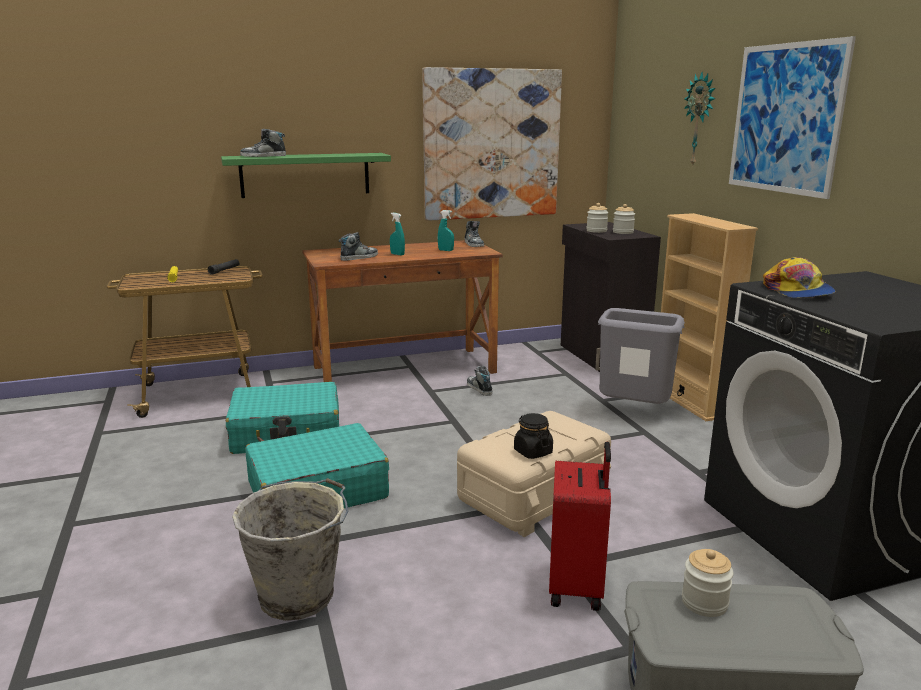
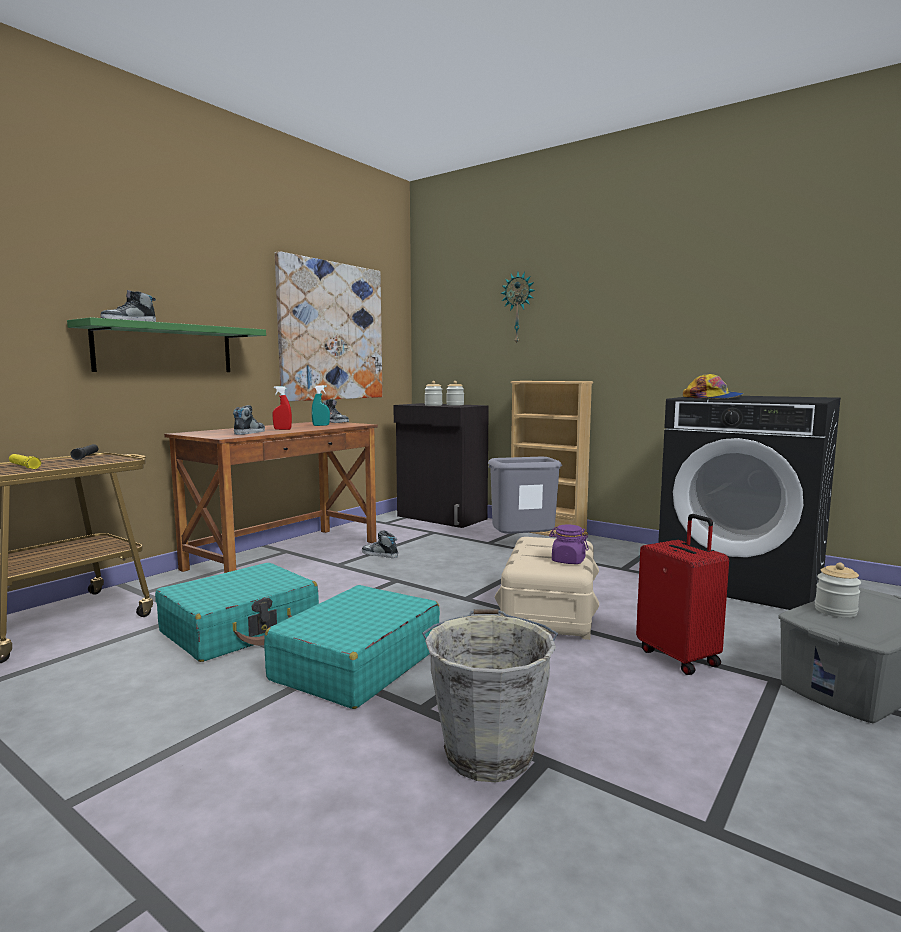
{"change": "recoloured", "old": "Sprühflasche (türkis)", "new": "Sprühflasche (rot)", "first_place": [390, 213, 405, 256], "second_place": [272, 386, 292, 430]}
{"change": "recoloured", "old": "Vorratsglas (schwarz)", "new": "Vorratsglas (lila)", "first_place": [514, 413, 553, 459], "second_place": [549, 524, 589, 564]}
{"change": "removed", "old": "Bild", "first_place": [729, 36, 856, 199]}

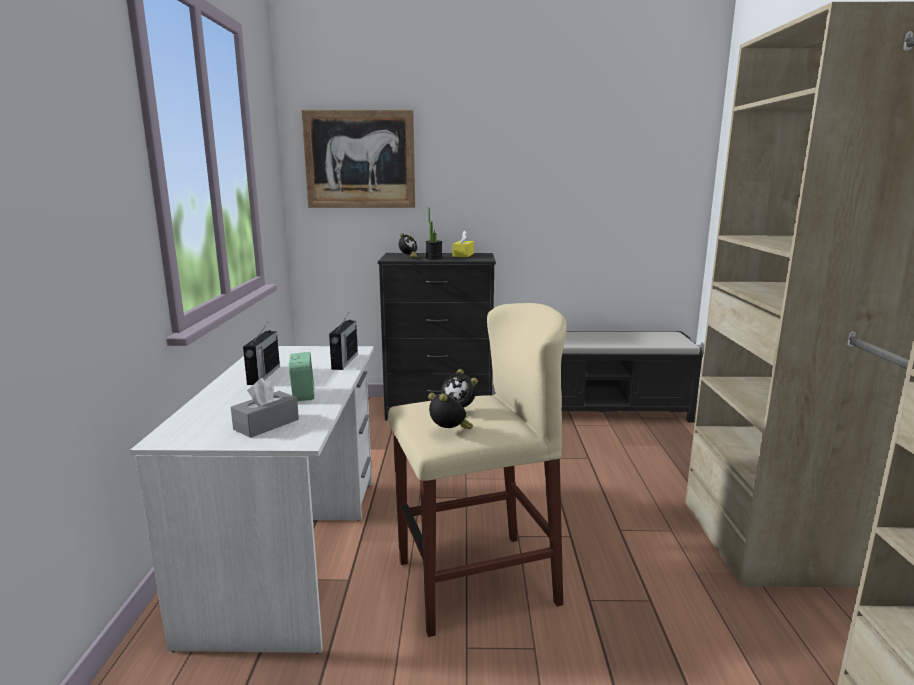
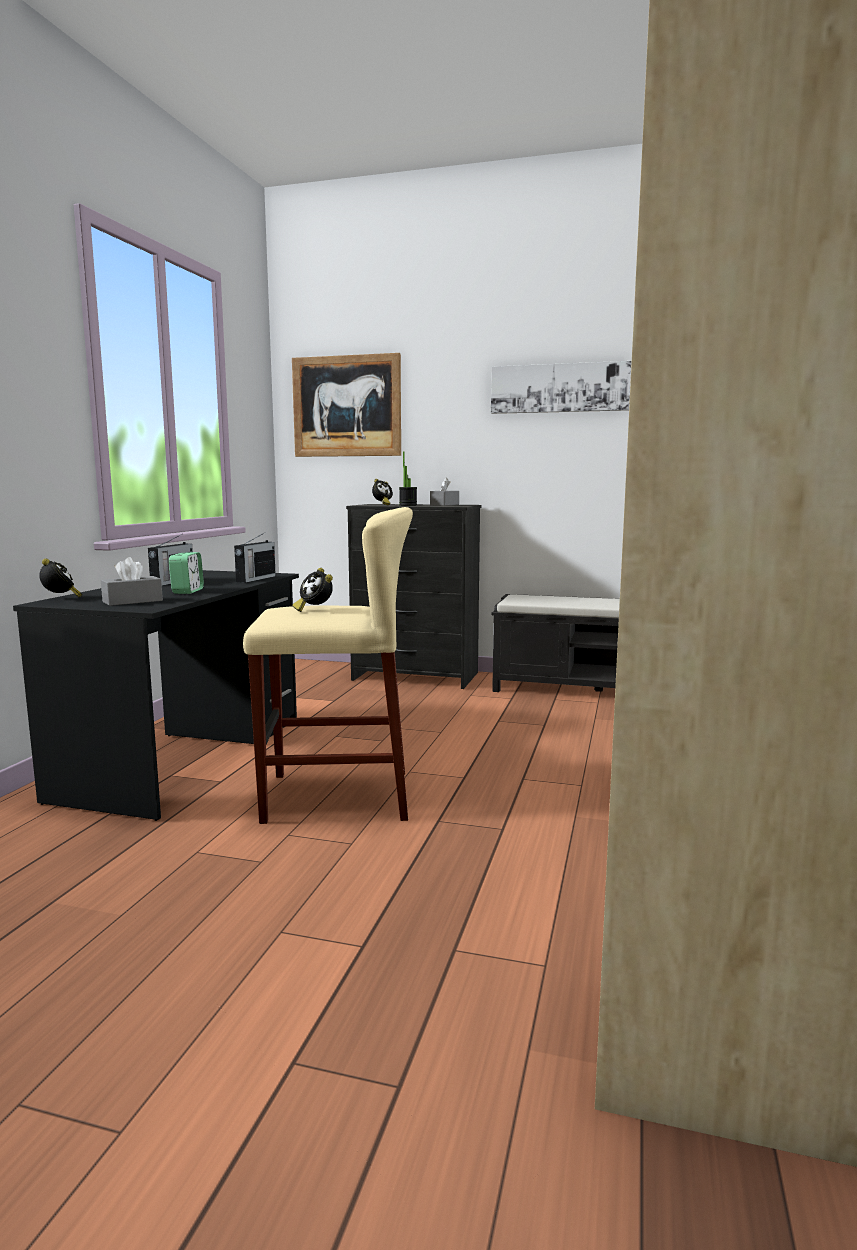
{"change": "recoloured", "old": "Schreibtisch (weiß)", "new": "Schreibtisch (schwarz)", "first_place": [130, 346, 374, 654], "second_place": [13, 570, 299, 821]}
{"change": "moved", "old": "Wecker", "first_place": [428, 393, 473, 429], "second_place": [39, 559, 82, 597]}
{"change": "recoloured", "old": "Taschentuchbox (gelb)", "new": "Taschentuchbox (grau)", "first_place": [453, 230, 474, 257], "second_place": [430, 477, 459, 506]}
{"change": "added", "new": "Bild", "second_place": [491, 361, 631, 414]}

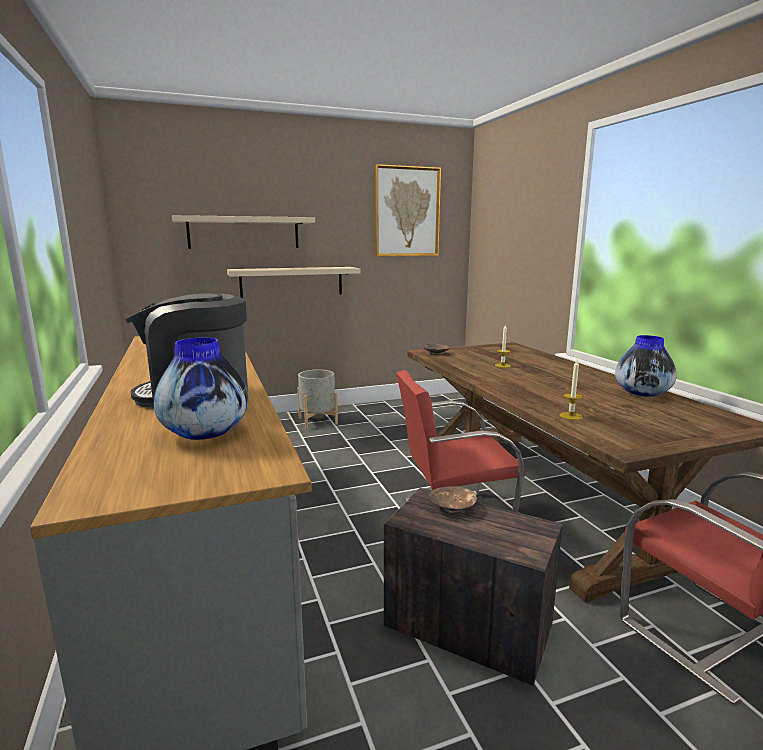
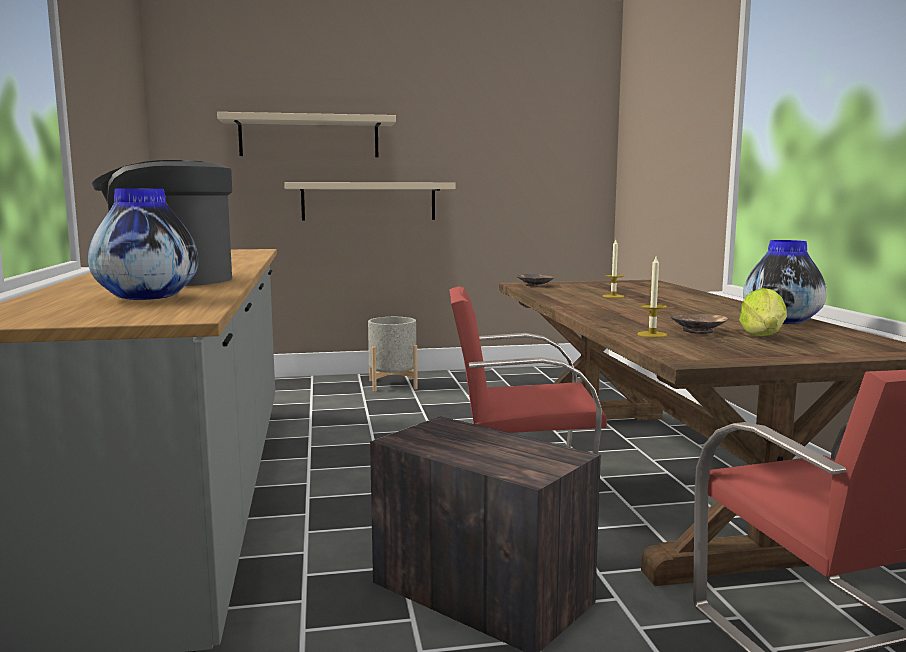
{"change": "removed", "old": "Bild", "first_place": [375, 164, 441, 256]}
{"change": "moved", "old": "Schüssel (braun)", "first_place": [429, 486, 477, 514], "second_place": [670, 314, 729, 334]}
{"change": "added", "new": "Salatkopf", "second_place": [739, 288, 787, 336]}

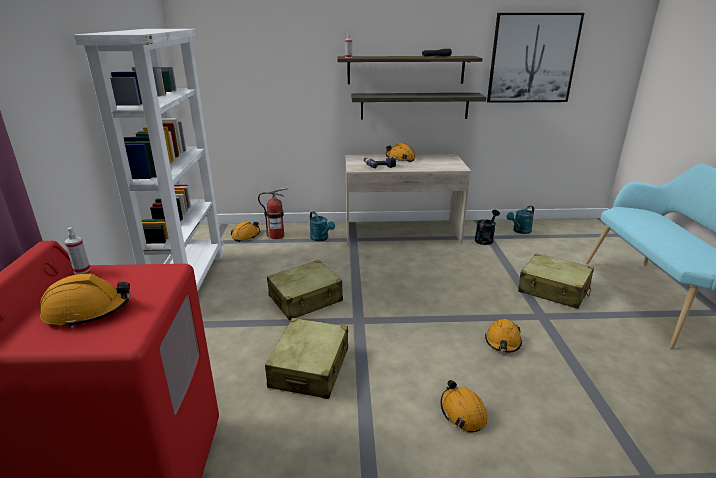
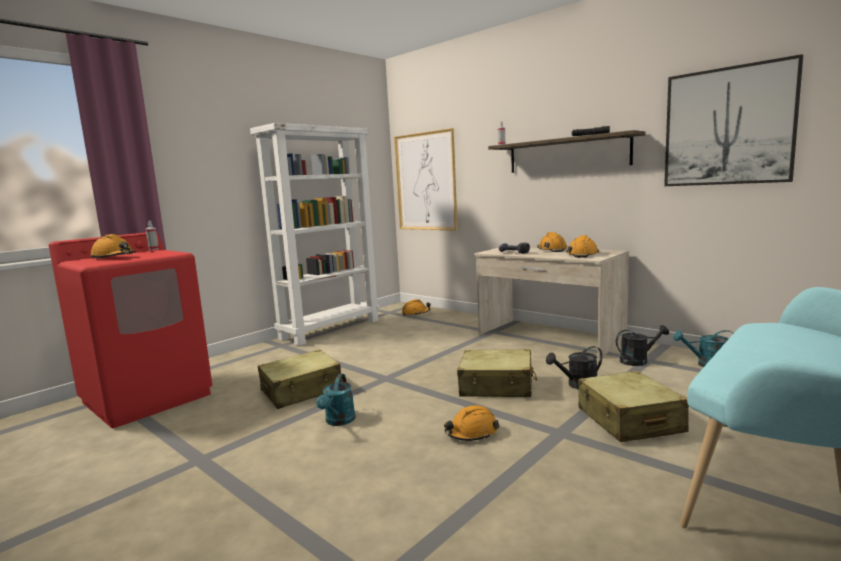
{"change": "removed", "old": "Feuerlöscher", "first_place": [258, 187, 288, 239]}
{"change": "moved", "old": "Koffer (beige)", "first_place": [267, 260, 343, 320], "second_place": [457, 349, 537, 397]}
{"change": "moved", "old": "Gießkanne (türkis)", "first_place": [310, 211, 335, 241], "second_place": [316, 374, 356, 426]}
{"change": "removed", "old": "Wandregal", "first_place": [351, 93, 487, 119]}
{"change": "moved", "old": "Schutzhelm (orange)", "first_place": [441, 380, 488, 433], "second_place": [567, 235, 599, 257]}
{"change": "added", "new": "Bild", "second_place": [394, 128, 458, 231]}
{"change": "added", "new": "Gießkanne (schwarz)", "second_place": [546, 346, 603, 389]}

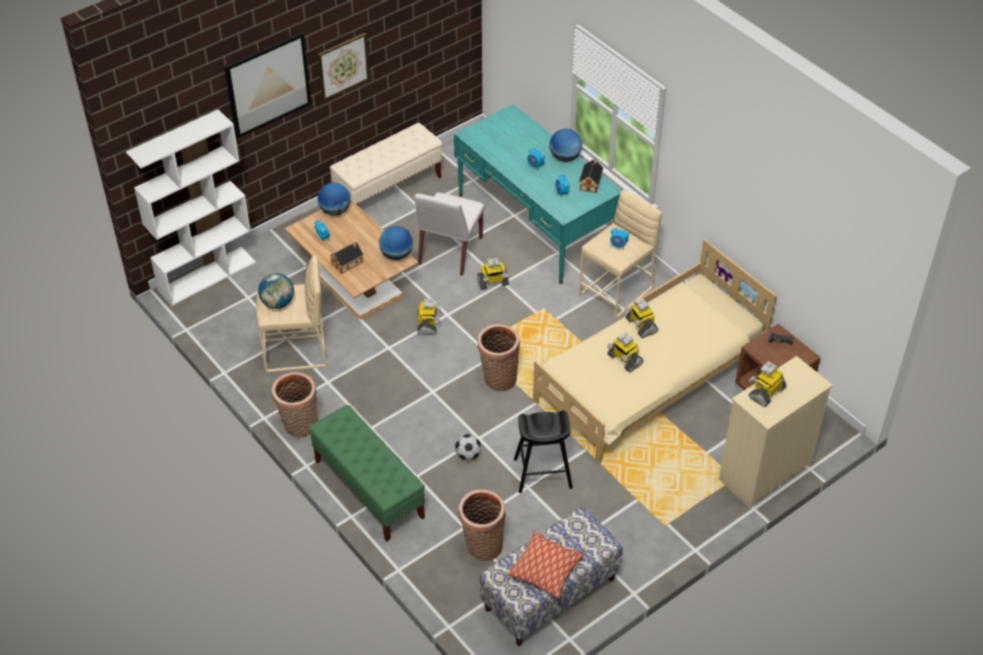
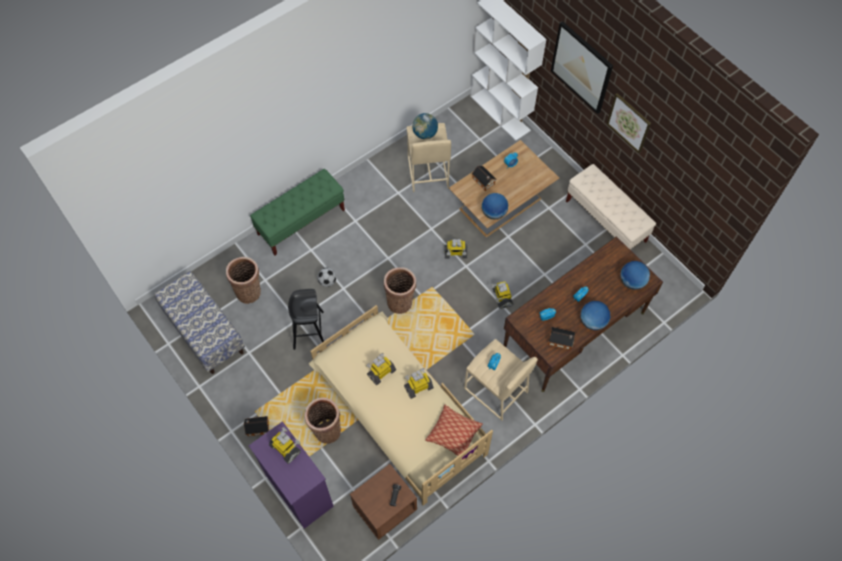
{"change": "moved", "old": "Korb", "first_place": [272, 372, 318, 438], "second_place": [305, 397, 341, 444]}
{"change": "moved", "old": "Globus", "first_place": [317, 182, 351, 216], "second_place": [620, 261, 650, 290]}
{"change": "removed", "old": "Stuhl (weiß)", "first_place": [415, 192, 485, 276]}
{"change": "recoloured", "old": "Schreibtisch (türkis)", "new": "Schreibtisch (braun)", "first_place": [454, 104, 622, 284], "second_place": [504, 236, 663, 392]}
{"change": "moved", "old": "Kissen", "first_place": [507, 531, 584, 599], "second_place": [425, 405, 483, 460]}
{"change": "recoloured", "old": "Kommode (beige)", "new": "Kommode (lila)", "first_place": [719, 356, 833, 508], "second_place": [249, 421, 334, 529]}
{"change": "added", "new": "Spielzeughaus", "second_place": [244, 416, 269, 436]}

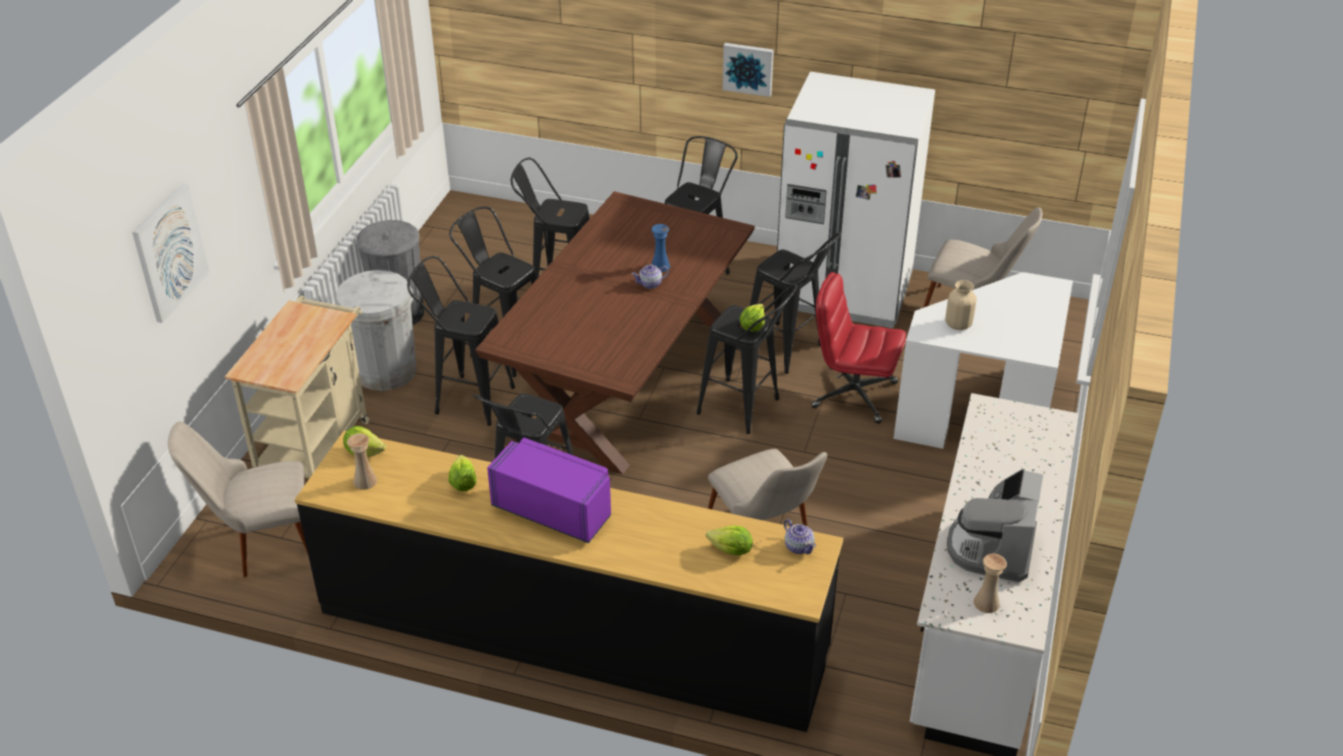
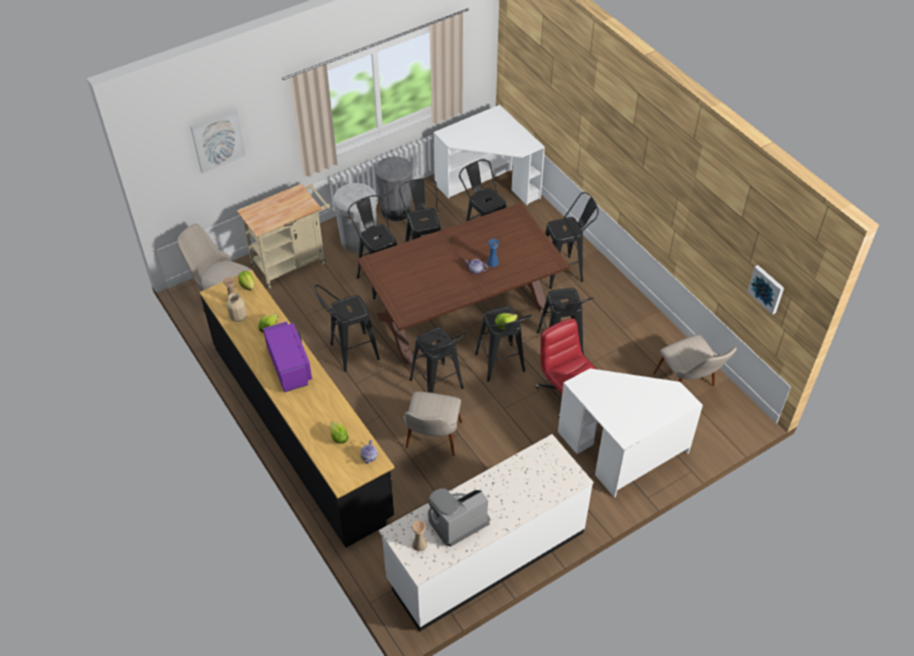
{"change": "moved", "old": "Bild", "first_place": [723, 43, 774, 97], "second_place": [747, 265, 784, 315]}
{"change": "removed", "old": "Kühlschrank (weiß)", "first_place": [777, 72, 935, 328]}
{"change": "moved", "old": "Vase (beige)", "first_place": [945, 280, 977, 330], "second_place": [227, 293, 247, 322]}
{"change": "added", "new": "Hocker (schwarz)", "second_place": [410, 327, 468, 393]}
{"change": "added", "new": "Schreibtisch (weiß)", "second_place": [434, 105, 545, 205]}

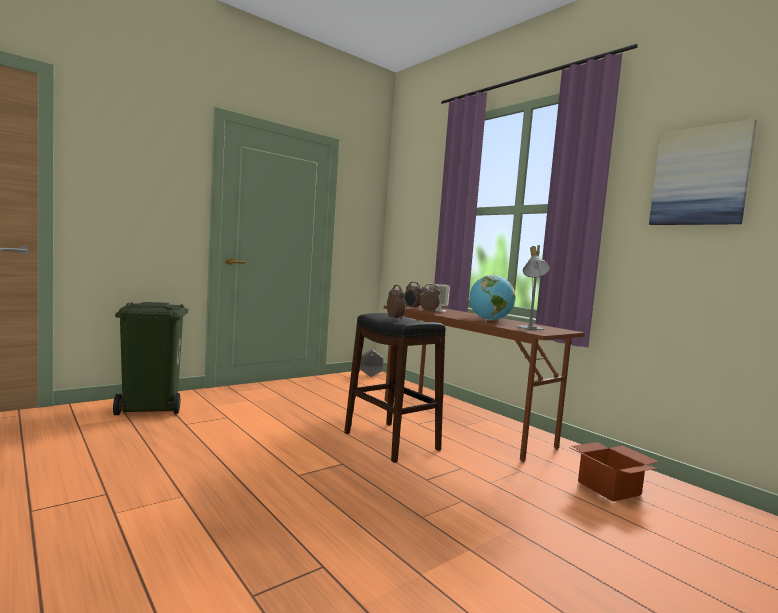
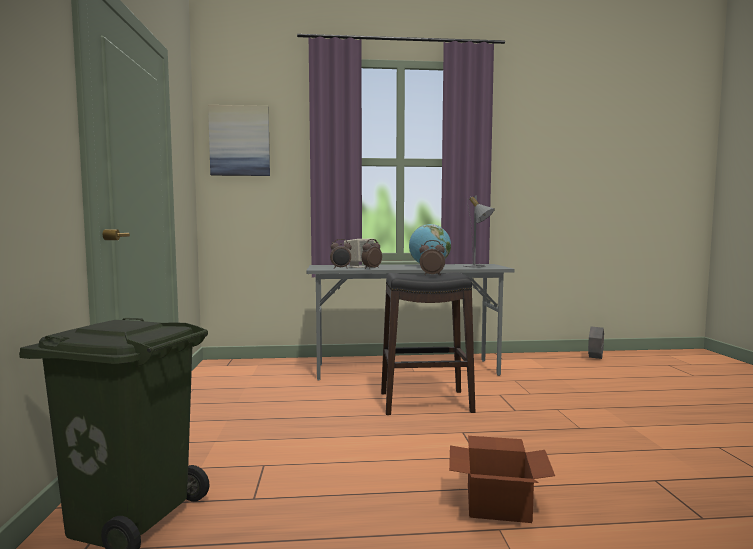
{"change": "moved", "old": "Pflanzkübel (grau)", "first_place": [360, 349, 383, 377], "second_place": [588, 327, 604, 359]}
{"change": "recoloured", "old": "Schreibtisch (braun)", "new": "Schreibtisch (grau)", "first_place": [384, 305, 585, 462], "second_place": [307, 264, 515, 380]}
{"change": "moved", "old": "Karton", "first_place": [571, 442, 659, 502], "second_place": [449, 436, 555, 523]}
{"change": "moved", "old": "Bild", "first_place": [649, 119, 757, 225], "second_place": [208, 105, 270, 176]}

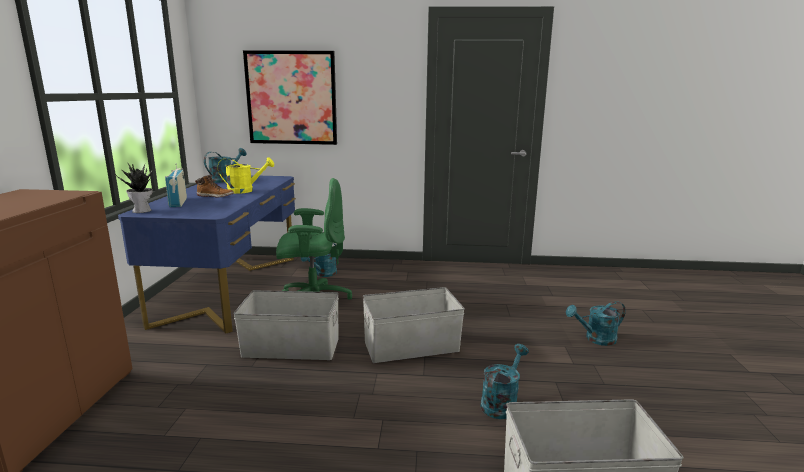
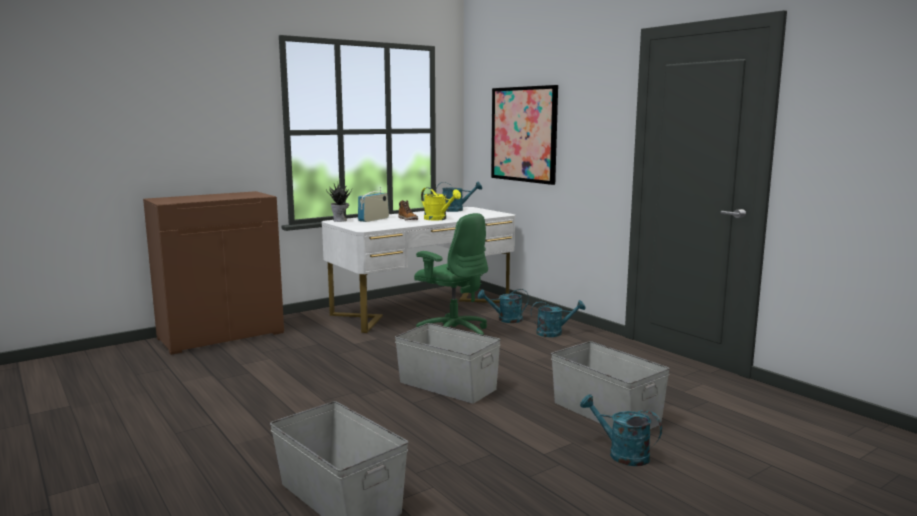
{"change": "recoloured", "old": "Schreibtisch (blau)", "new": "Schreibtisch (weiß)", "first_place": [118, 175, 296, 334], "second_place": [322, 207, 515, 333]}
{"change": "moved", "old": "Aufbewahrungsbox (grau)", "first_place": [233, 290, 339, 360], "second_place": [551, 341, 670, 429]}
{"change": "moved", "old": "Gießkanne (türkis)", "first_place": [480, 344, 529, 419], "second_place": [531, 300, 585, 337]}

